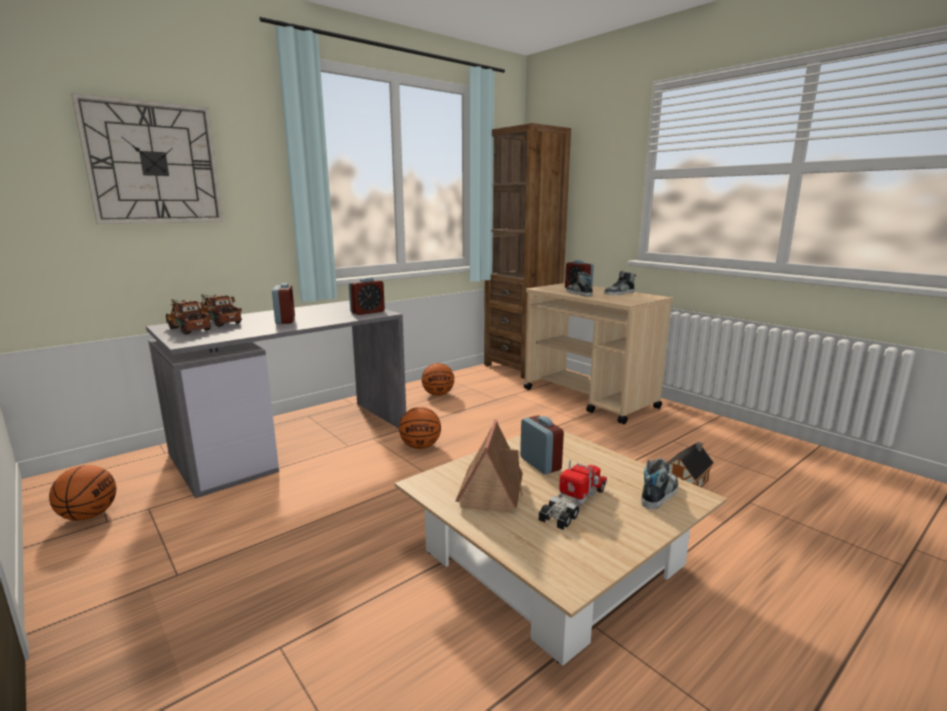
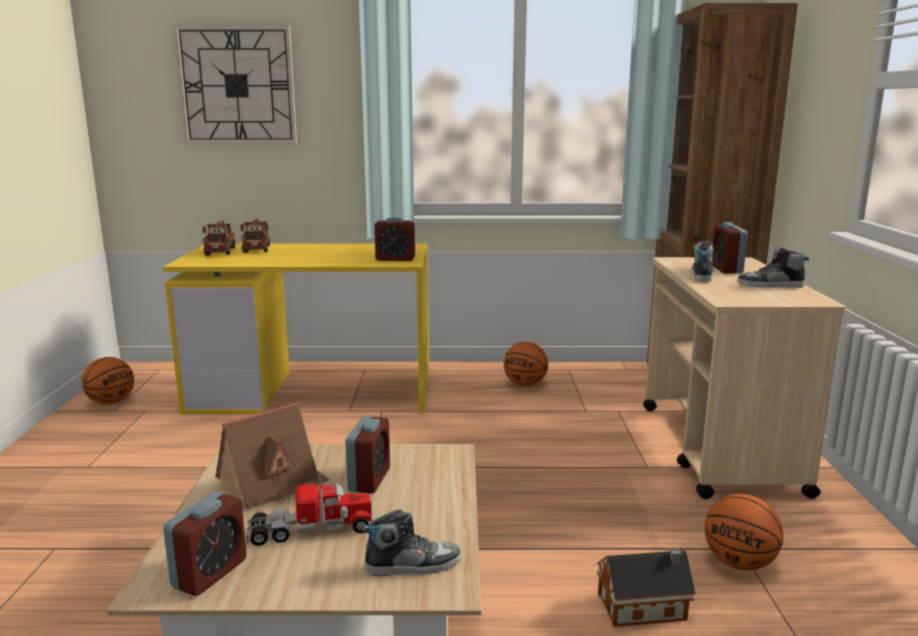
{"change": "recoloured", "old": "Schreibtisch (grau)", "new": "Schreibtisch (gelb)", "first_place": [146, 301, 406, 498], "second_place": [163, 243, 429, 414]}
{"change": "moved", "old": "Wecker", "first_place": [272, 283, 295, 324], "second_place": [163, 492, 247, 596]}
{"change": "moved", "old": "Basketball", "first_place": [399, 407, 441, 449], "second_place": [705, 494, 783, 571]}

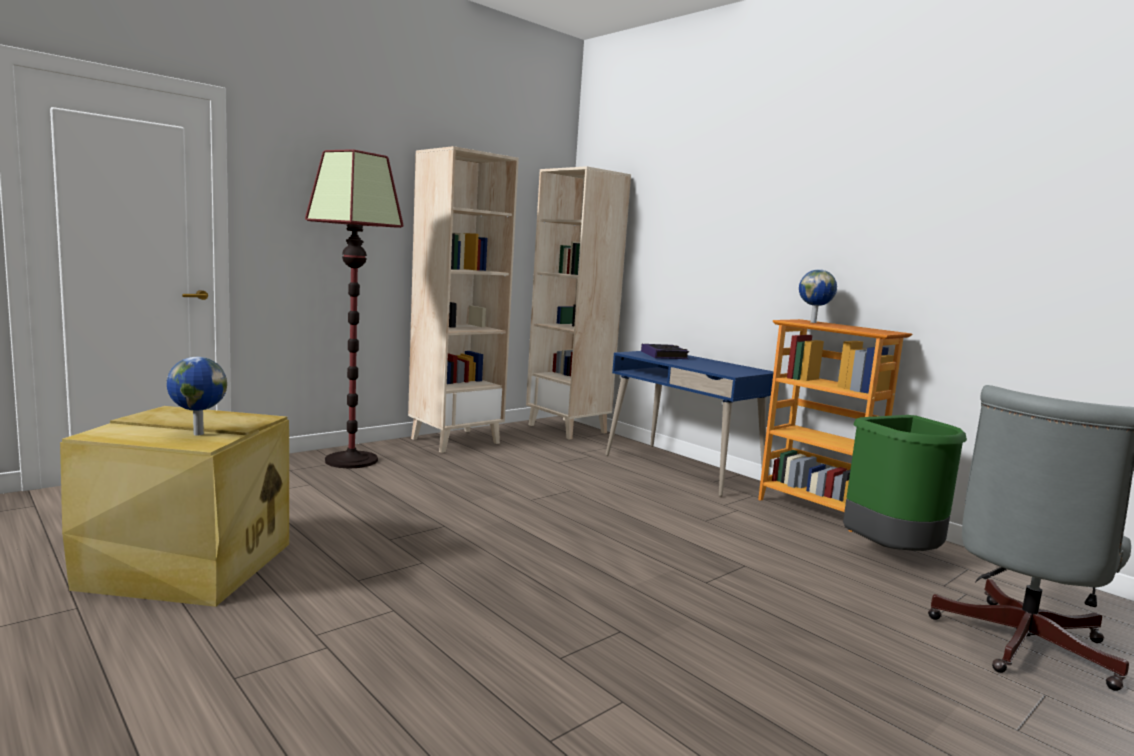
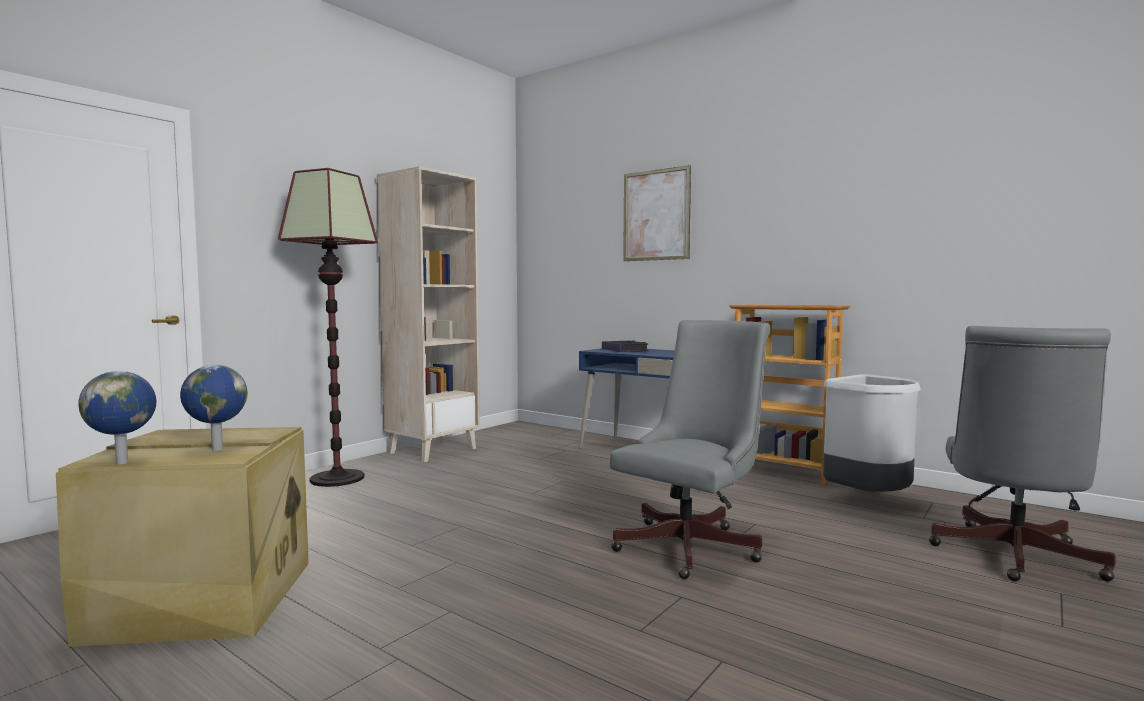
{"change": "removed", "old": "Bücherregal (beige)", "first_place": [526, 166, 631, 440]}
{"change": "moved", "old": "Globus", "first_place": [799, 269, 837, 323], "second_place": [78, 371, 156, 464]}
{"change": "recoloured", "old": "Mülleimer (grün)", "new": "Mülleimer (grau)", "first_place": [843, 415, 967, 551], "second_place": [823, 374, 921, 492]}
{"change": "added", "new": "Bürostuhl (grau)", "second_place": [610, 320, 770, 579]}
{"change": "added", "new": "Bild", "second_place": [623, 165, 691, 261]}

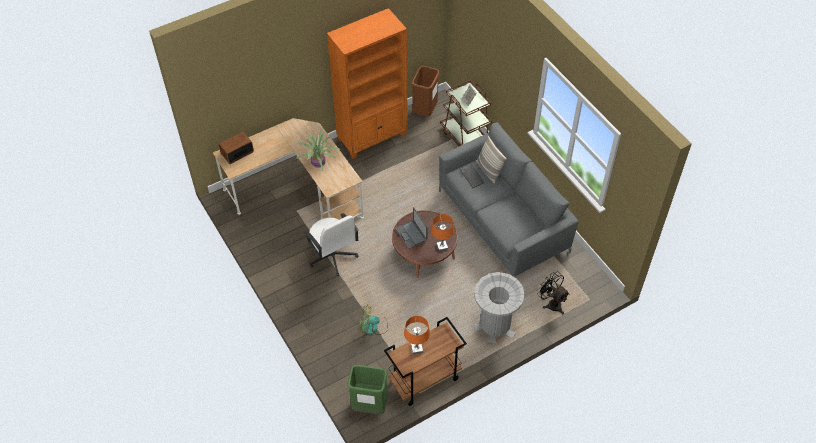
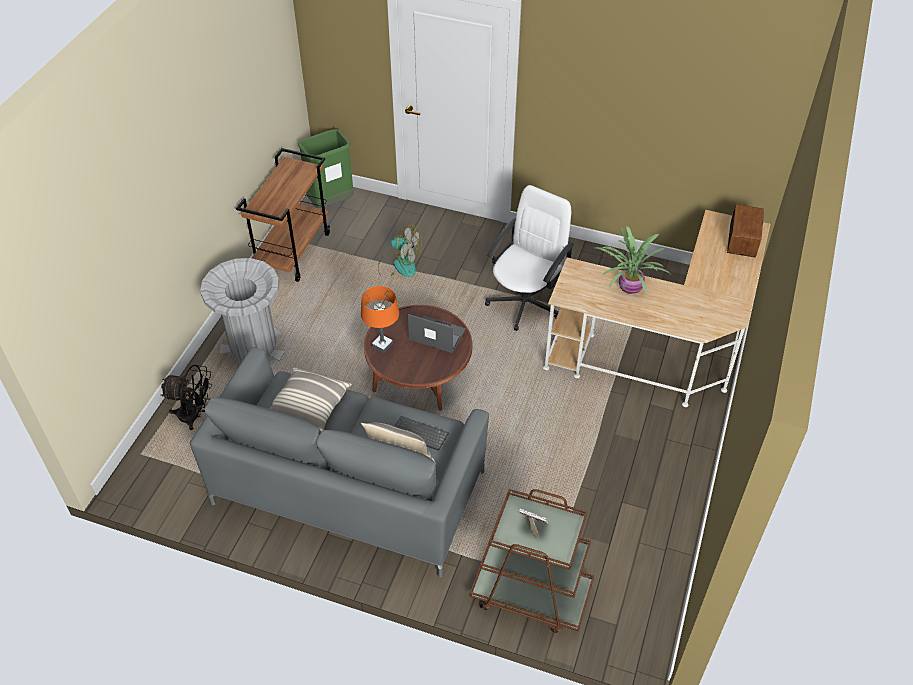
{"change": "turned", "old": "Bürostuhl (weiß)", "first_place": [304, 213, 359, 276], "second_place": [485, 185, 574, 331], "degrees": 105}
{"change": "removed", "old": "Bücherregal (orange)", "first_place": [327, 8, 408, 159]}
{"change": "turned", "old": "Ventilator", "first_place": [360, 305, 388, 335], "second_place": [378, 224, 422, 277], "degrees": 60}
{"change": "removed", "old": "Tischlampe (orange)", "first_place": [404, 316, 430, 354]}
{"change": "removed", "old": "Mülleimer (braun)", "first_place": [412, 66, 439, 116]}
{"change": "added", "new": "Kissen", "second_place": [269, 368, 352, 432]}

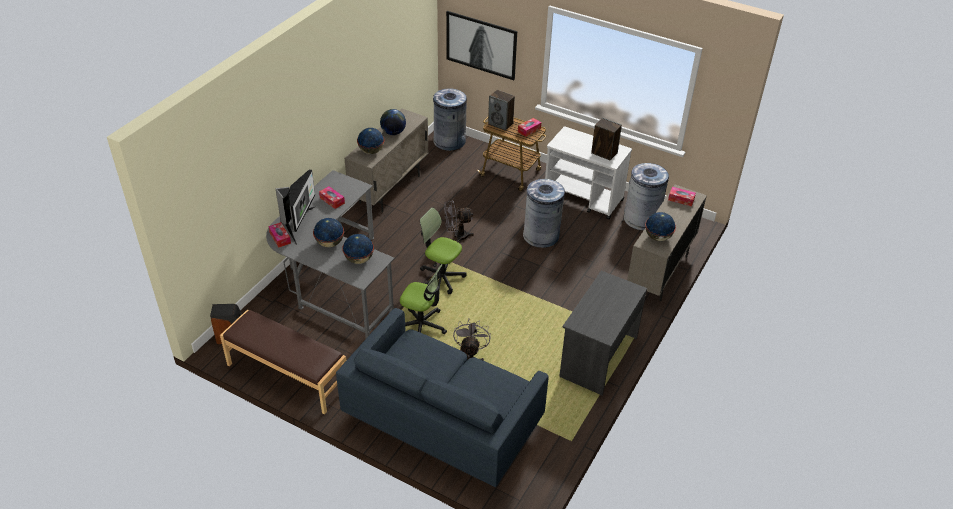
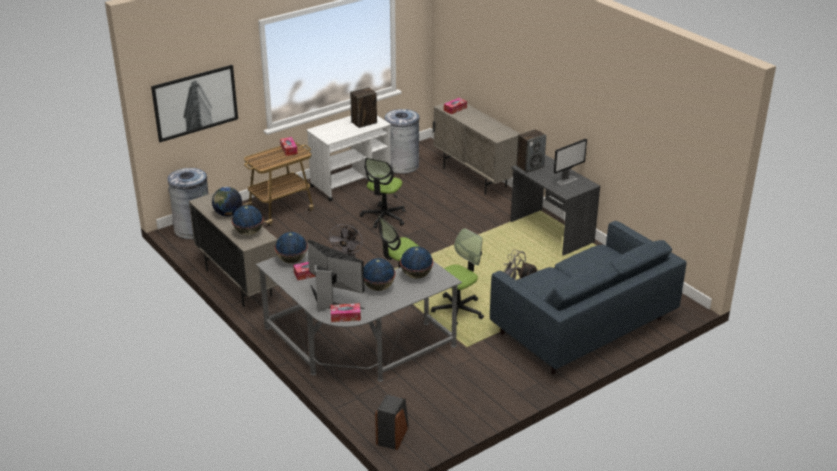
{"change": "removed", "old": "Bank (braun)", "first_place": [220, 310, 346, 414]}
{"change": "moved", "old": "Lautsprecher", "first_place": [488, 90, 515, 131], "second_place": [516, 129, 546, 173]}
{"change": "replaced", "old": "Mülleimer (grau)", "new": "Bürostuhl", "first_place": [523, 179, 565, 248], "second_place": [360, 158, 406, 229]}
{"change": "moved", "old": "Globus", "first_place": [645, 212, 676, 241], "second_place": [275, 232, 308, 263]}
{"change": "added", "new": "Monitor", "second_place": [554, 139, 587, 185]}

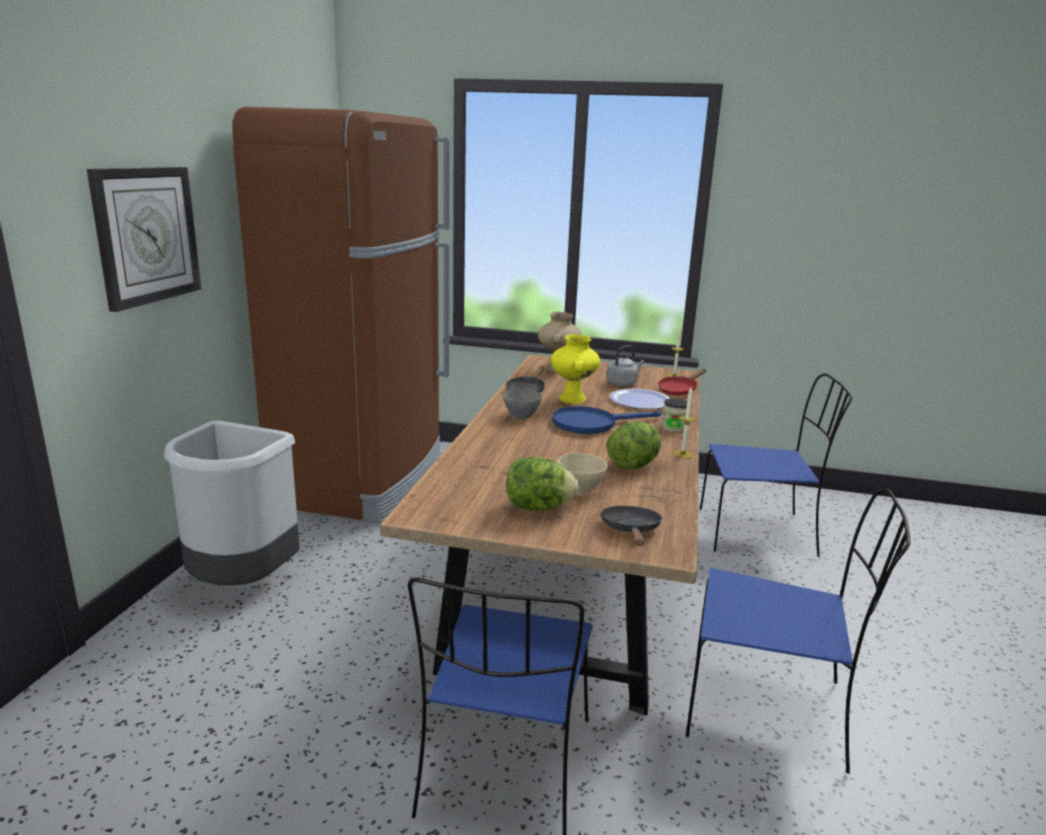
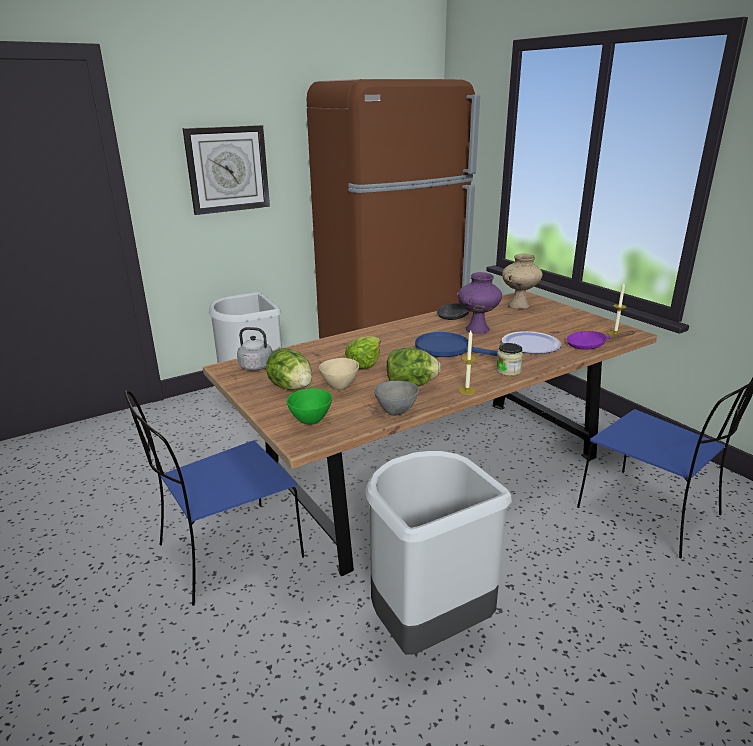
{"change": "moved", "old": "Schüssel (grau)", "first_place": [503, 389, 542, 419], "second_place": [374, 381, 419, 416]}
{"change": "recoloured", "old": "Vase (gelb)", "new": "Vase (lila)", "first_place": [551, 334, 600, 404], "second_place": [458, 272, 502, 334]}
{"change": "replaced", "old": "Pfanne (schwarz)", "new": "Schüssel (grün)", "first_place": [600, 506, 663, 546], "second_place": [287, 388, 332, 425]}
{"change": "moved", "old": "Wasserkessel (grau)", "first_place": [606, 345, 644, 386], "second_place": [237, 327, 280, 371]}
{"change": "recoloured", "old": "Pfanne (rot)", "new": "Pfanne (lila)", "first_place": [658, 369, 706, 395], "second_place": [566, 331, 635, 350]}
{"change": "replaced", "old": "Stuhl (blau)", "new": "Mülleimer (grau)", "first_place": [686, 489, 910, 774], "second_place": [365, 451, 512, 655]}
{"change": "added", "new": "Salatkopf", "second_place": [345, 336, 381, 369]}

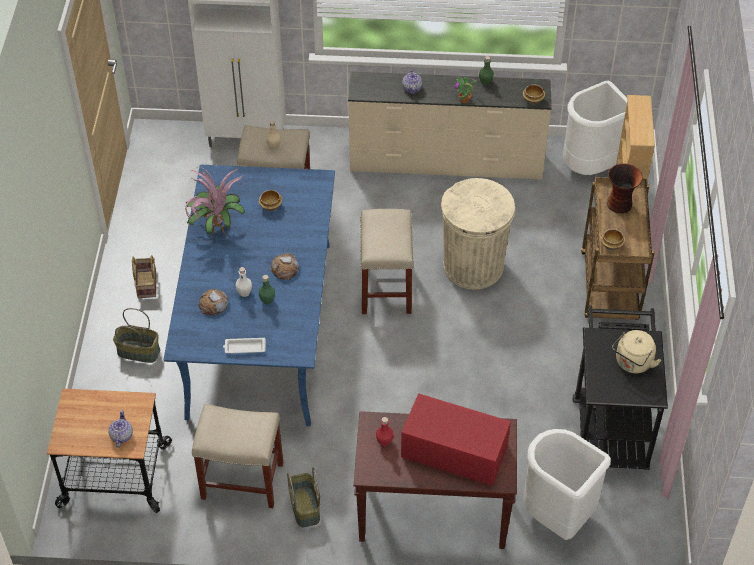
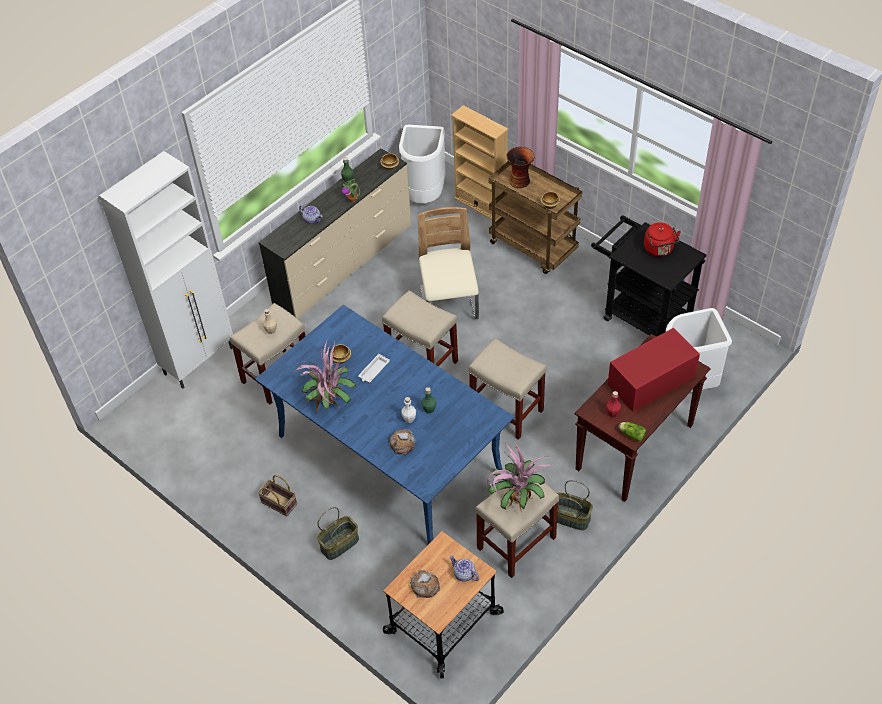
{"change": "moved", "old": "Tablett (weiß)", "first_place": [223, 337, 266, 353], "second_place": [358, 354, 390, 383]}
{"change": "moved", "old": "Brot", "first_place": [270, 253, 299, 280], "second_place": [410, 570, 440, 598]}
{"change": "replaced", "old": "Mülleimer (beige)", "new": "Stuhl (beige)", "first_place": [441, 178, 515, 289], "second_place": [418, 207, 479, 319]}
{"change": "recoloured", "old": "Wasserkessel (beige)", "new": "Wasserkessel (rot)", "first_place": [612, 330, 661, 373], "second_place": [644, 222, 681, 257]}
{"change": "added", "new": "Hocker (beige)", "second_place": [469, 338, 547, 440]}
{"change": "added", "new": "Topfpflanze", "second_place": [487, 442, 550, 512]}
{"change": "added", "new": "Salatkopf", "second_place": [619, 422, 646, 442]}

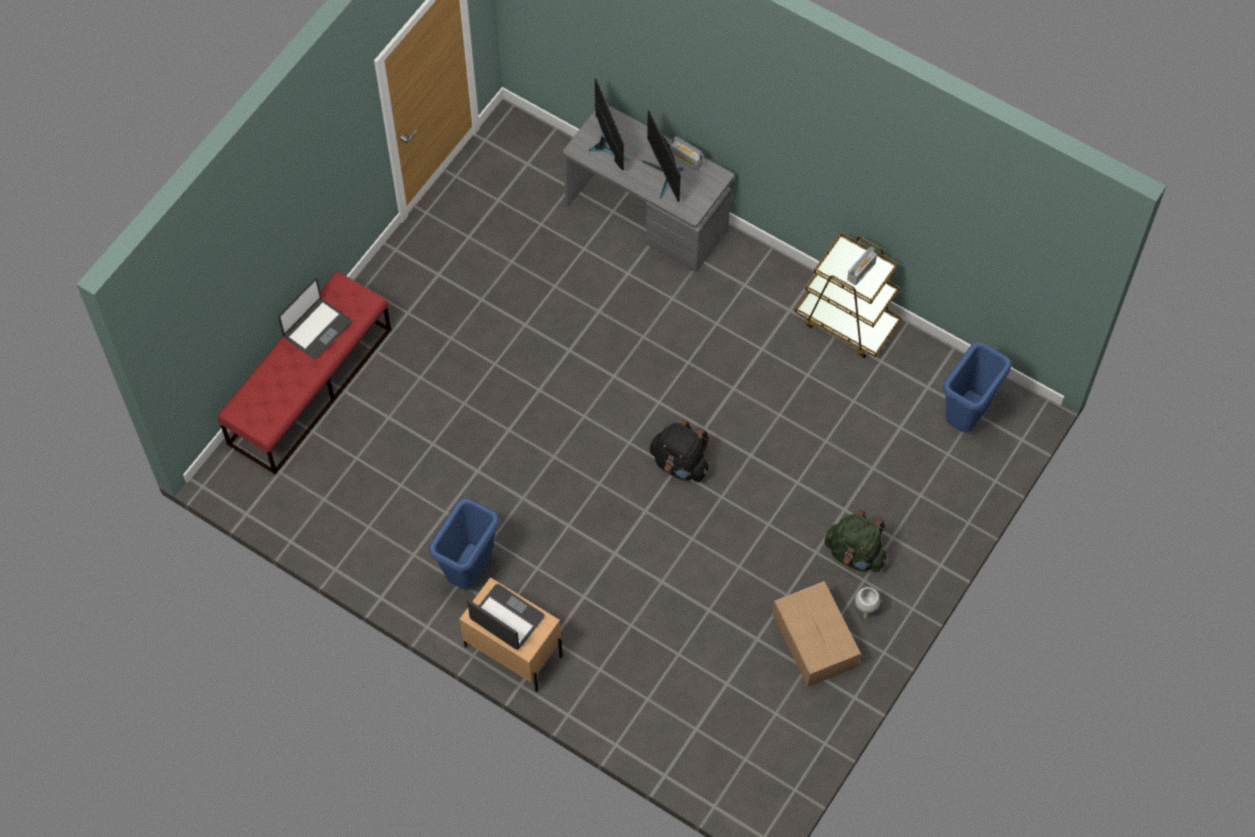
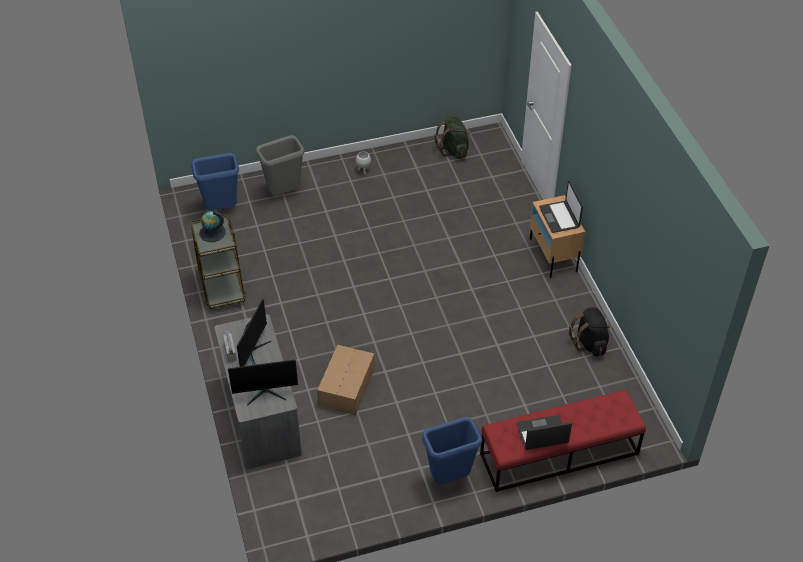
{"change": "moved", "old": "Mülleimer (blau)", "first_place": [429, 498, 499, 590], "second_place": [422, 417, 482, 484]}
{"change": "turned", "old": "Monitor", "first_place": [589, 79, 630, 170], "second_place": [228, 360, 298, 405], "degrees": -120}
{"change": "moved", "old": "Rucksack (schwarz)", "first_place": [650, 419, 709, 482], "second_place": [569, 307, 610, 356]}
{"change": "moved", "old": "Karton", "first_place": [772, 581, 861, 687], "second_place": [317, 345, 375, 415]}
{"change": "moved", "old": "Rucksack (grün)", "first_place": [824, 509, 887, 572], "second_place": [435, 116, 470, 159]}
{"change": "replaced", "old": "Radio", "new": "Globus", "first_place": [847, 247, 877, 285], "second_place": [199, 211, 226, 242]}
{"change": "added", "new": "Mülleimer (grau)", "second_place": [256, 135, 305, 195]}

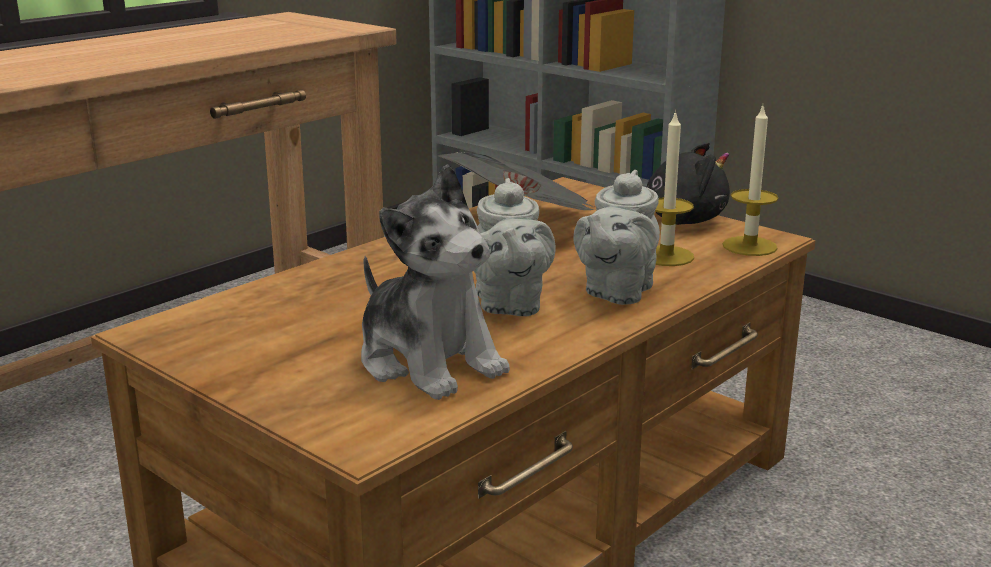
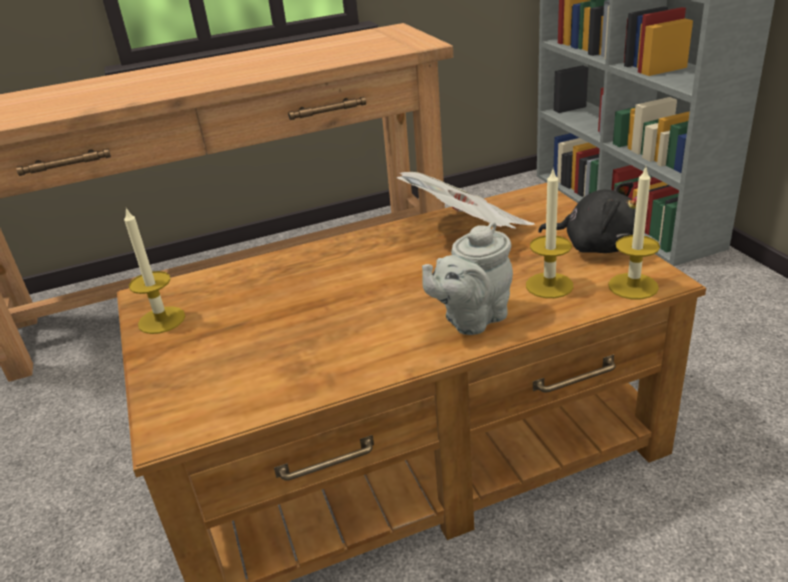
{"change": "removed", "old": "Plüschtier", "first_place": [361, 164, 510, 400]}
{"change": "removed", "old": "Teekanne (grau)", "first_place": [474, 178, 556, 316]}
{"change": "added", "new": "Kerze", "second_place": [124, 208, 185, 334]}

